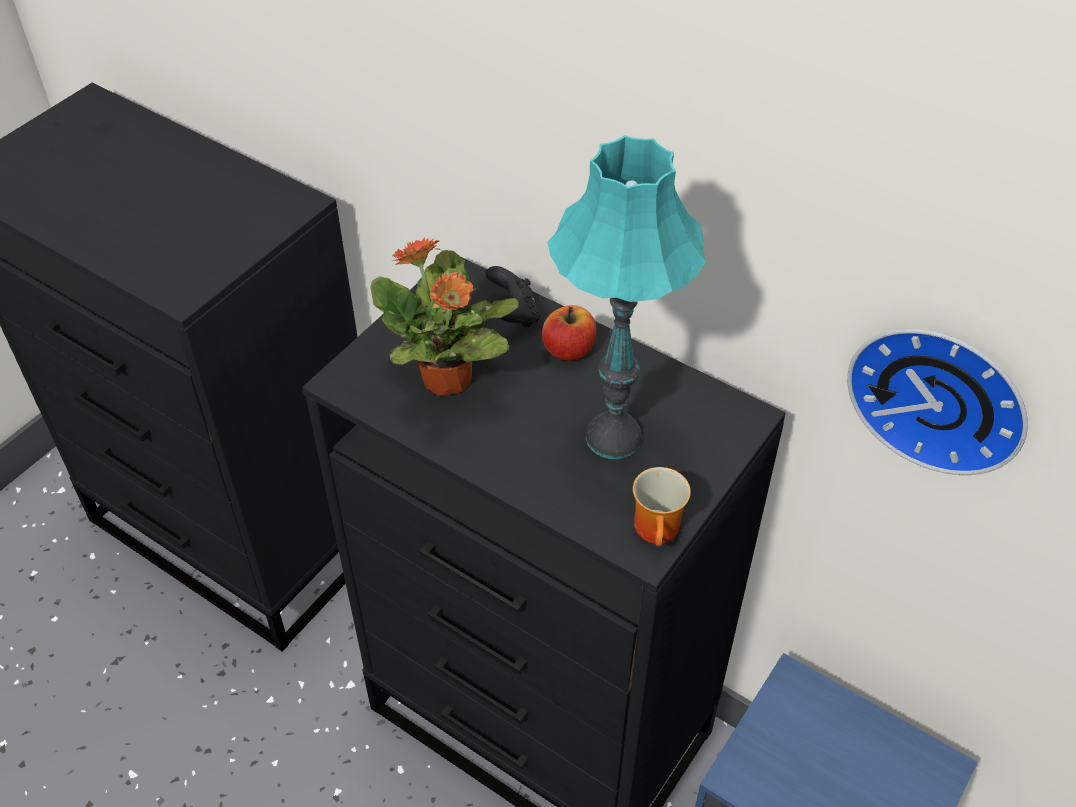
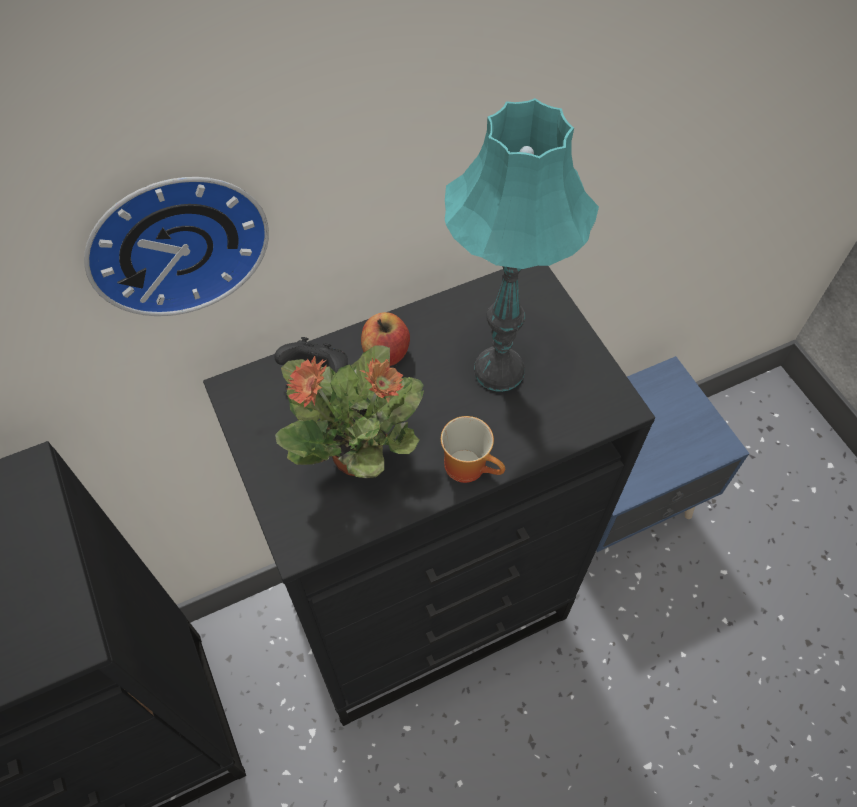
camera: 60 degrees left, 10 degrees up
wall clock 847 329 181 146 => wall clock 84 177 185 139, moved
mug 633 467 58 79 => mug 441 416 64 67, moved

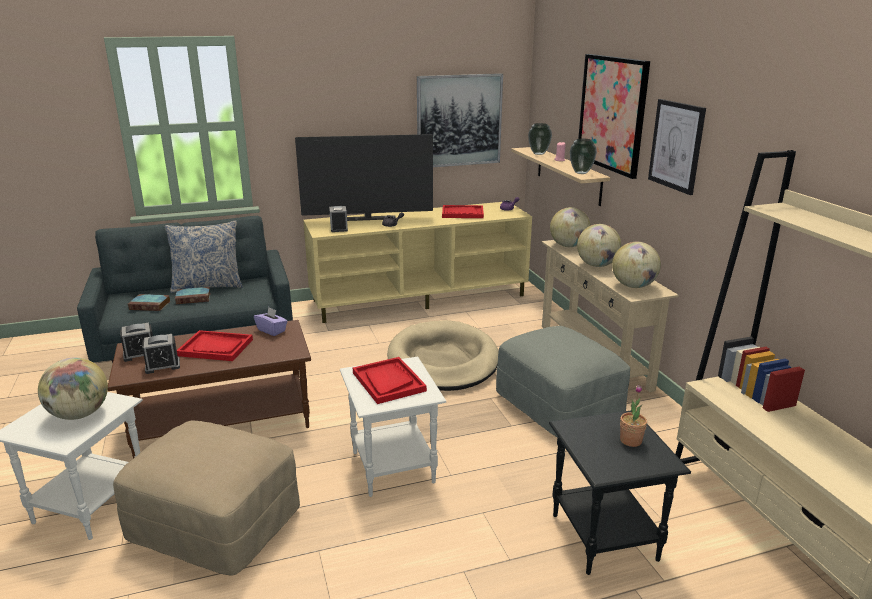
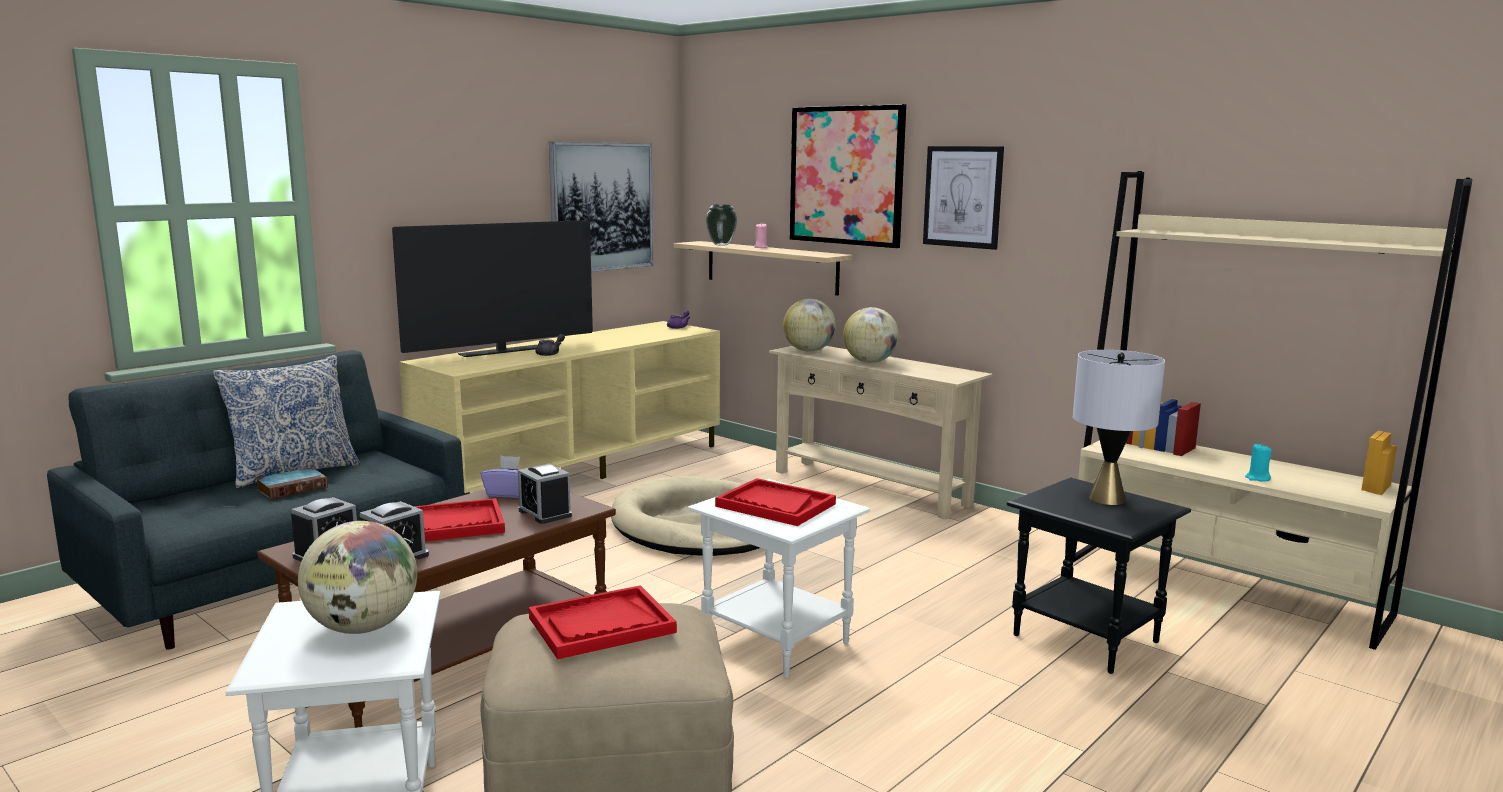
camera: 30 degrees left, 10 degrees down
alarm clock 329 206 19 26 => alarm clock 518 464 54 60, moved
red tray 442 205 42 13 => red tray 529 585 148 74, moved
potted plant 620 385 27 62 => grey table lamp 1073 350 92 155
nothing => turquoise candle 1245 443 27 39
book 128 294 43 17 => nothing
grey ottoman 496 326 134 111 => nothing
vase 570 139 27 35 => nothing
globe 612 242 49 46 => nothing

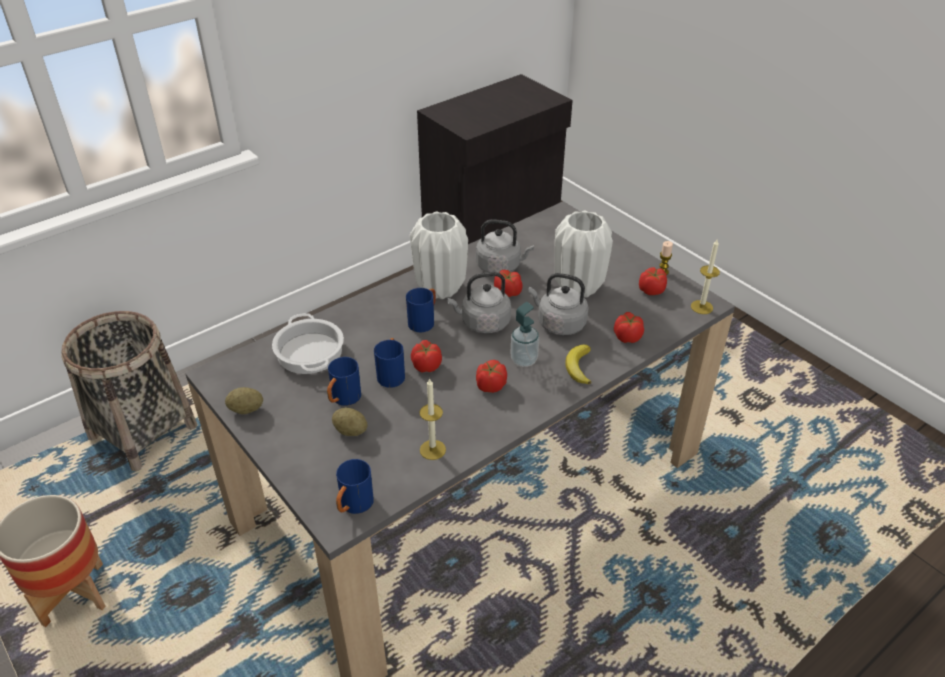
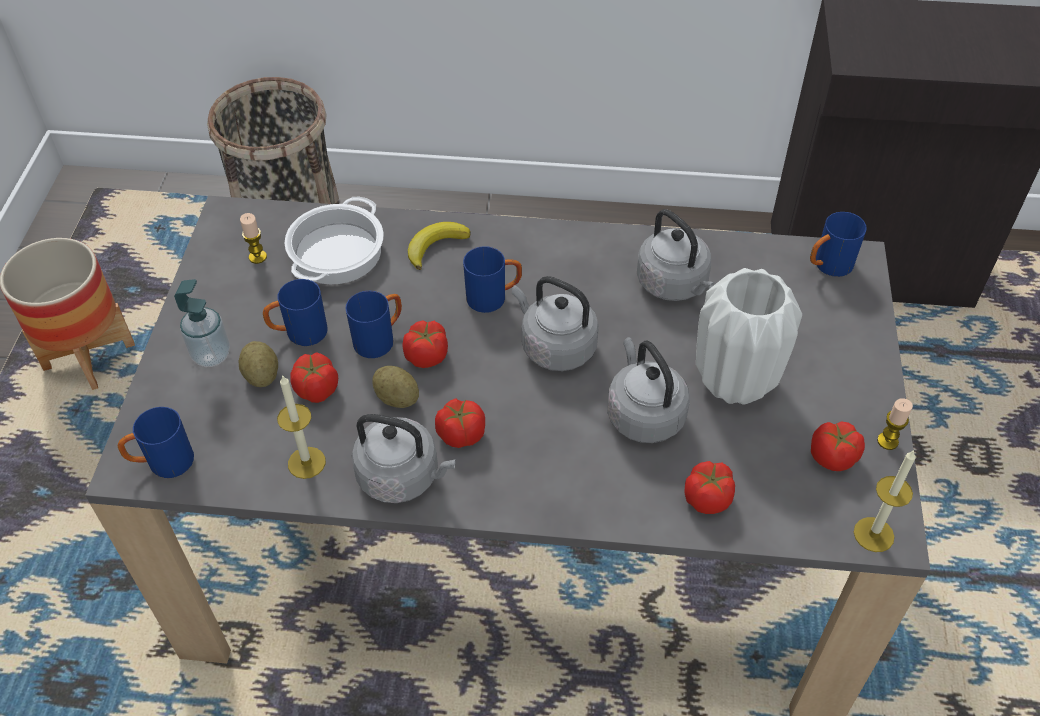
camera: 45 degrees right, 10 degrees up
soap dispenser 511 302 28 65 => soap dispenser 174 279 56 88, moved
nothing => candle 240 213 27 51
tomato 494 270 28 27 => tomato 290 352 48 51, moved
nothing => grey kettle 352 414 103 89
potato 225 387 38 27 => potato 372 366 47 42, moved
banana 565 345 26 39 => banana 408 222 63 48, moved
nothing => blue mug 810 212 57 65
white vase 410 212 58 87 => nothing

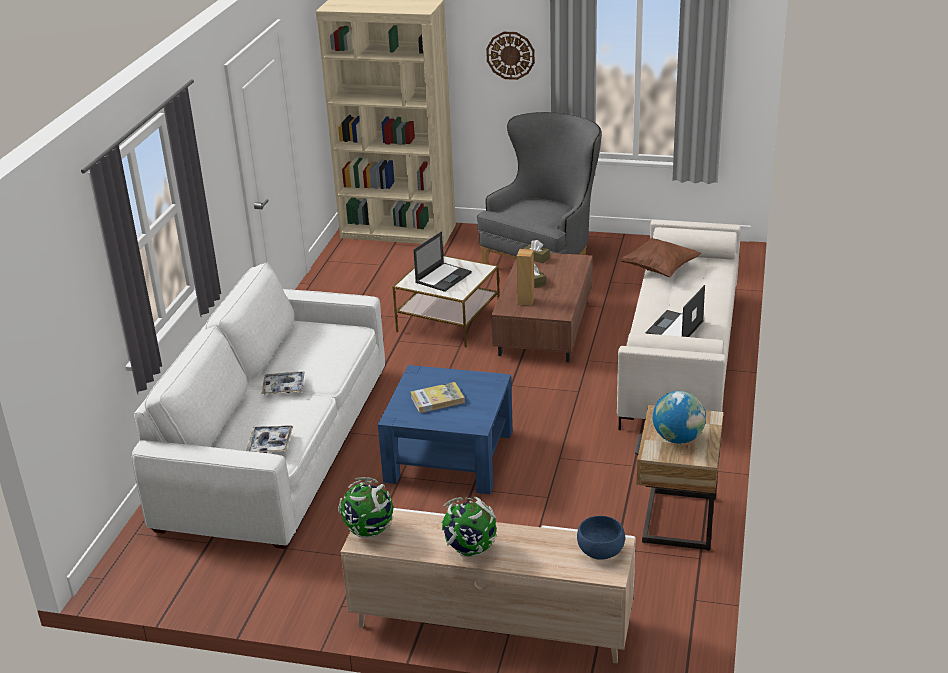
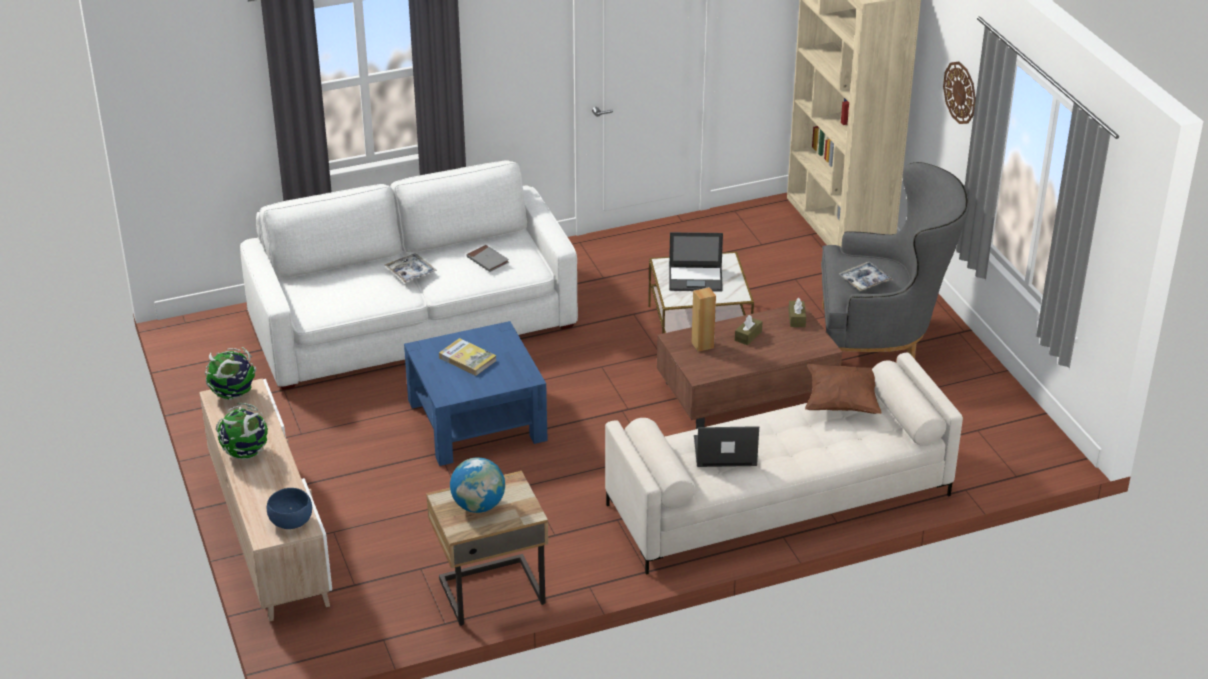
camera: 55 degrees right, 5 degrees up
nothing => grey book 466 245 43 27
tray 246 425 47 28 => tray 839 262 54 29, moved

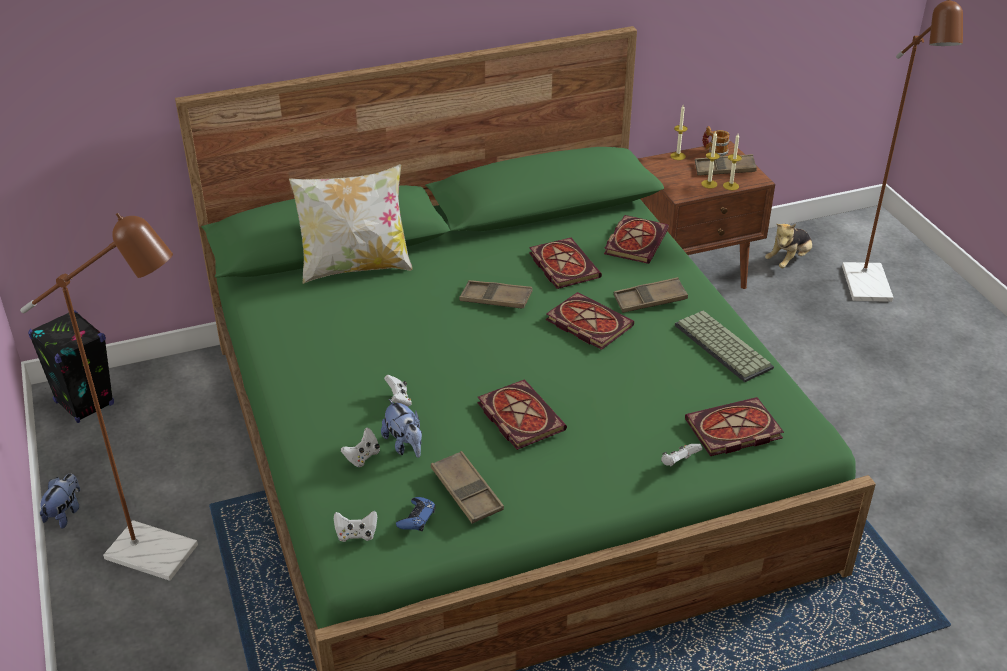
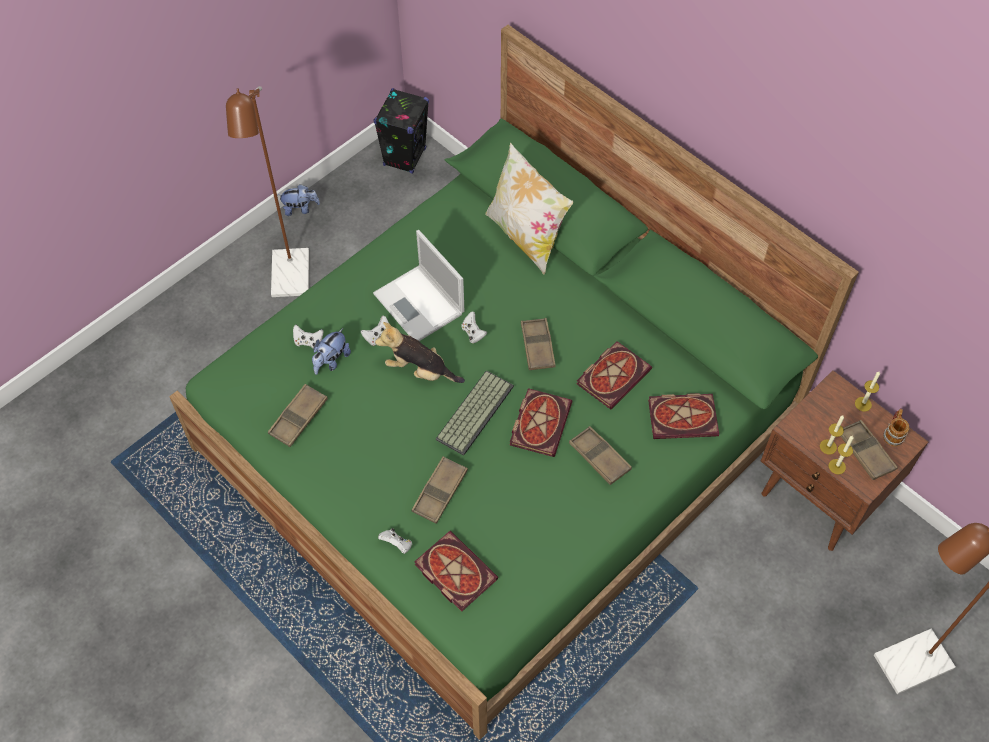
camera: 65 degrees right, 20 degrees up
nothing => laptop 373 230 91 111
plush toy 765 224 47 44 => plush toy 375 322 90 61, moved
nothing => brown tray 411 456 57 68
keyboard 675 310 99 72 => keyboard 436 370 78 86, moved
white game controller 334 511 43 31 => white game controller 461 312 26 31, moved
blue game controller 396 497 40 34 => nothing
book 478 379 89 71 => nothing

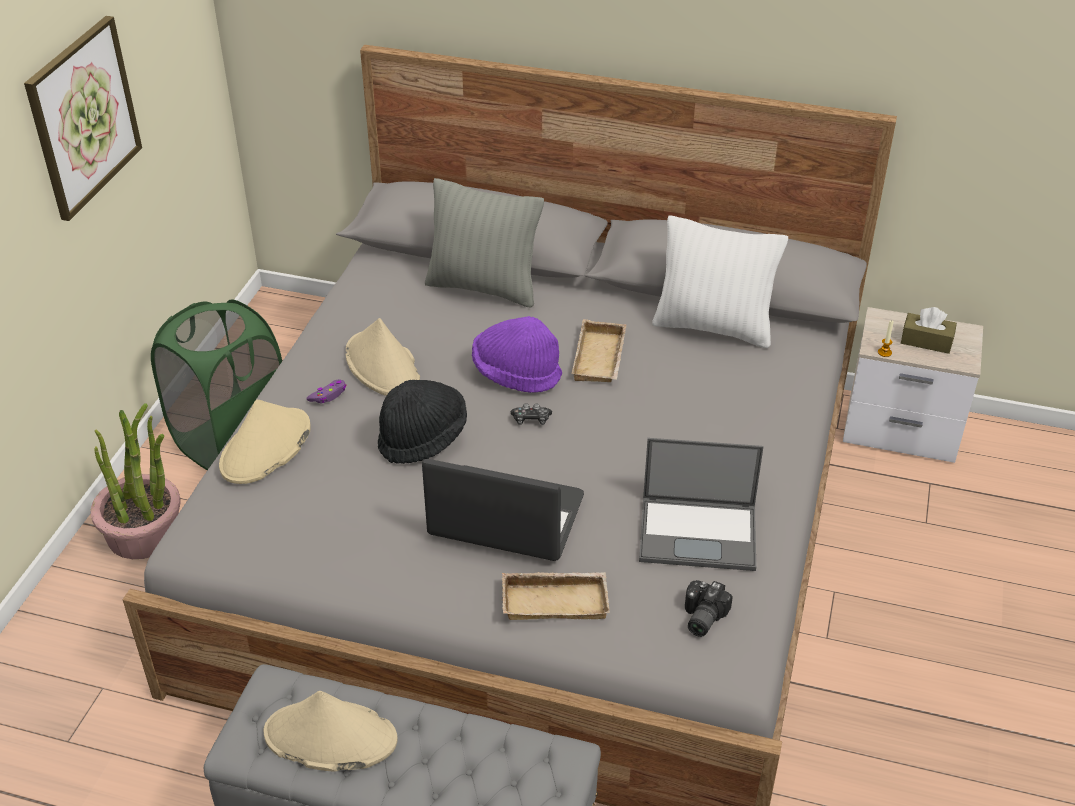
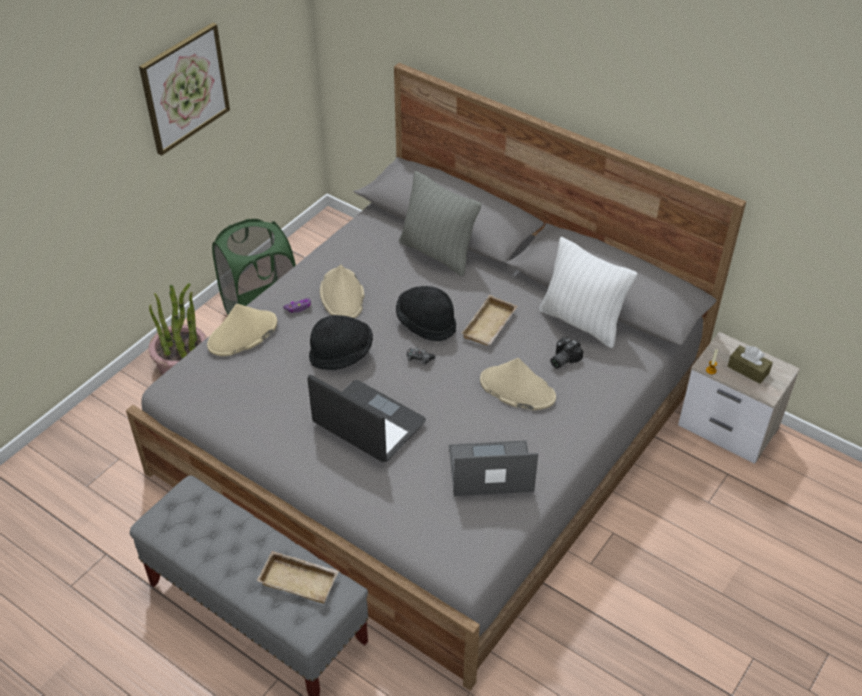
camera: 20 degrees right, 5 degrees up
beige tray 502 572 108 48 => beige tray 257 551 82 53, moved
purple hat 472 316 90 77 => black hat 396 286 60 55
laptop 639 438 124 133 => laptop 449 440 89 56, 150 degrees clockwise
beige hat 263 691 135 81 => beige hat 480 358 76 52, moved
photo camera 685 580 48 57 => photo camera 550 337 33 32, moved

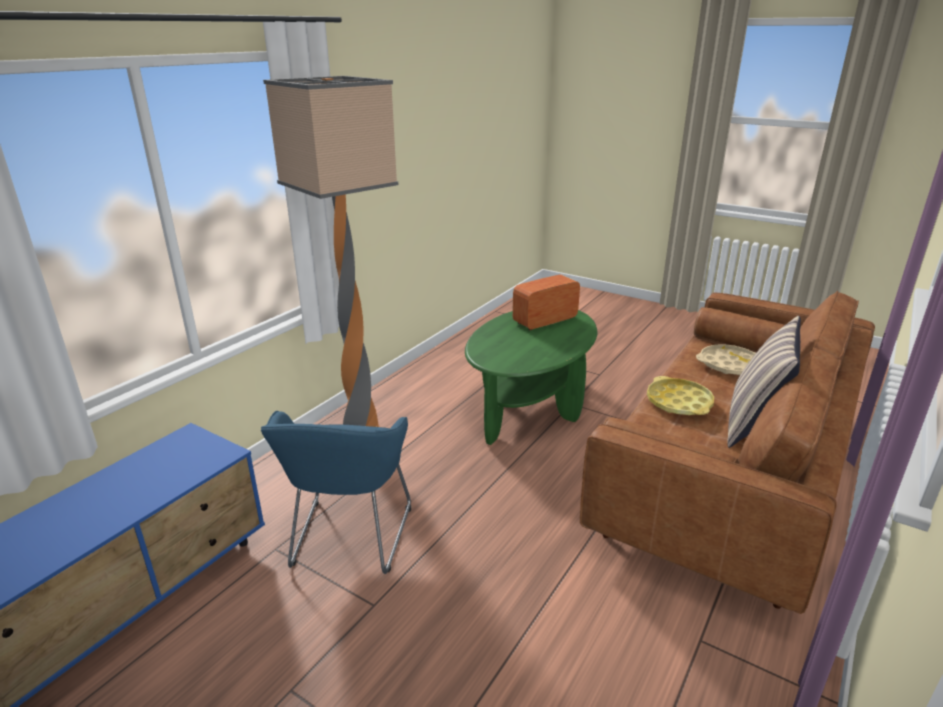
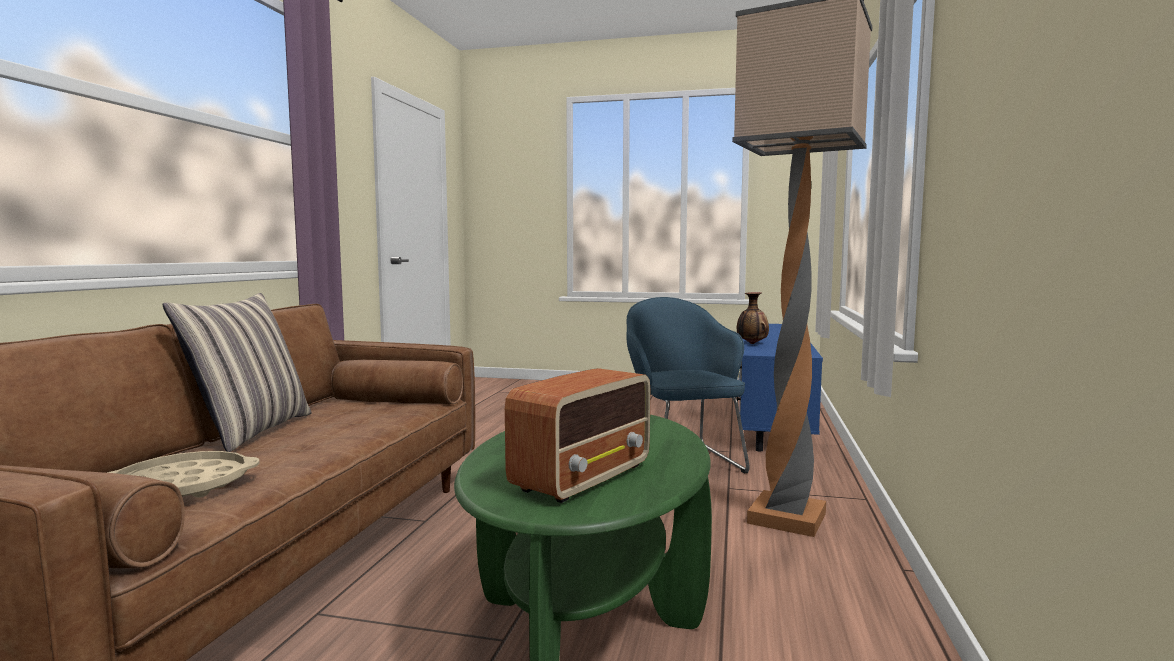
camera: 160 degrees right, 20 degrees down
nothing => vase 737 292 32 52
yellow tray 647 376 67 39 => nothing

